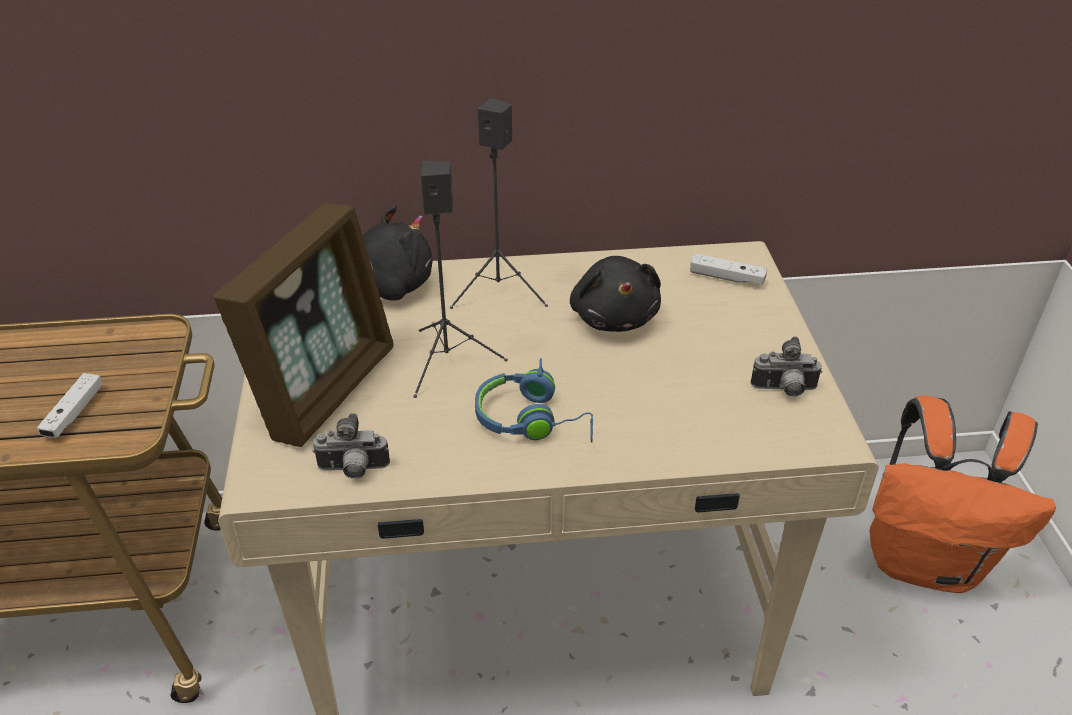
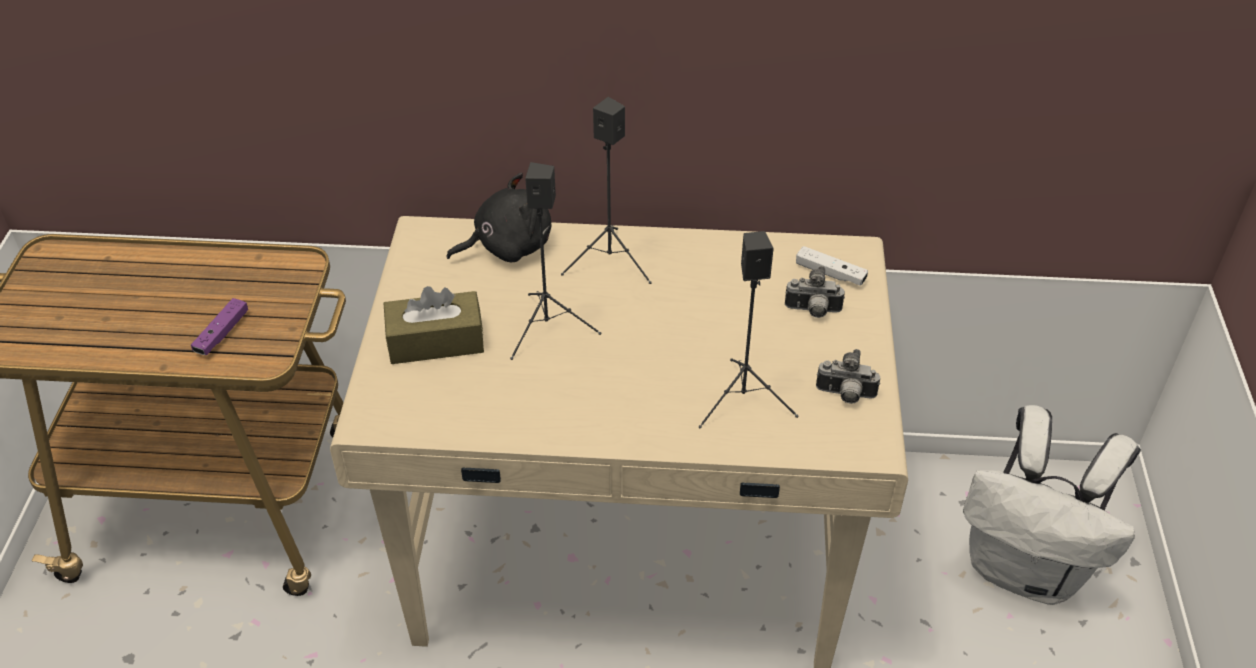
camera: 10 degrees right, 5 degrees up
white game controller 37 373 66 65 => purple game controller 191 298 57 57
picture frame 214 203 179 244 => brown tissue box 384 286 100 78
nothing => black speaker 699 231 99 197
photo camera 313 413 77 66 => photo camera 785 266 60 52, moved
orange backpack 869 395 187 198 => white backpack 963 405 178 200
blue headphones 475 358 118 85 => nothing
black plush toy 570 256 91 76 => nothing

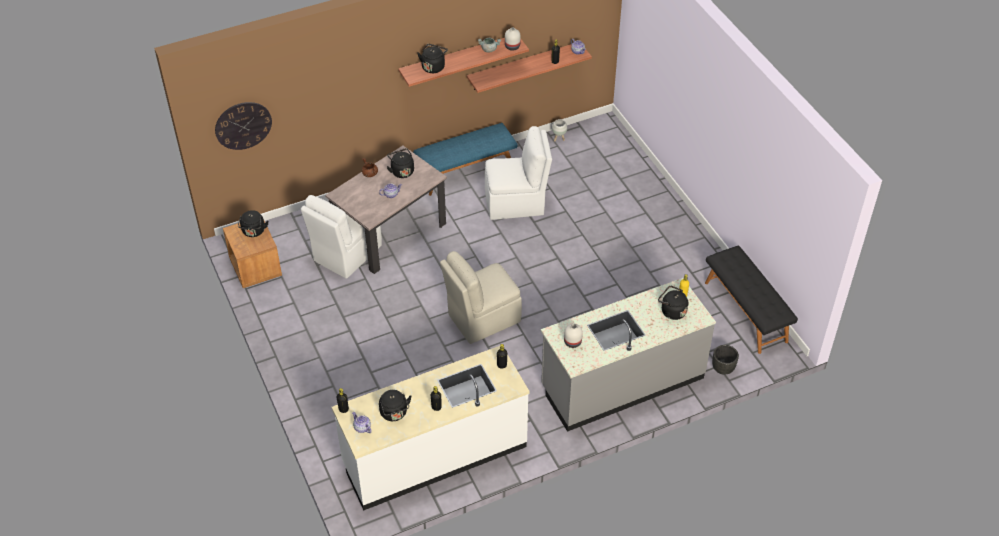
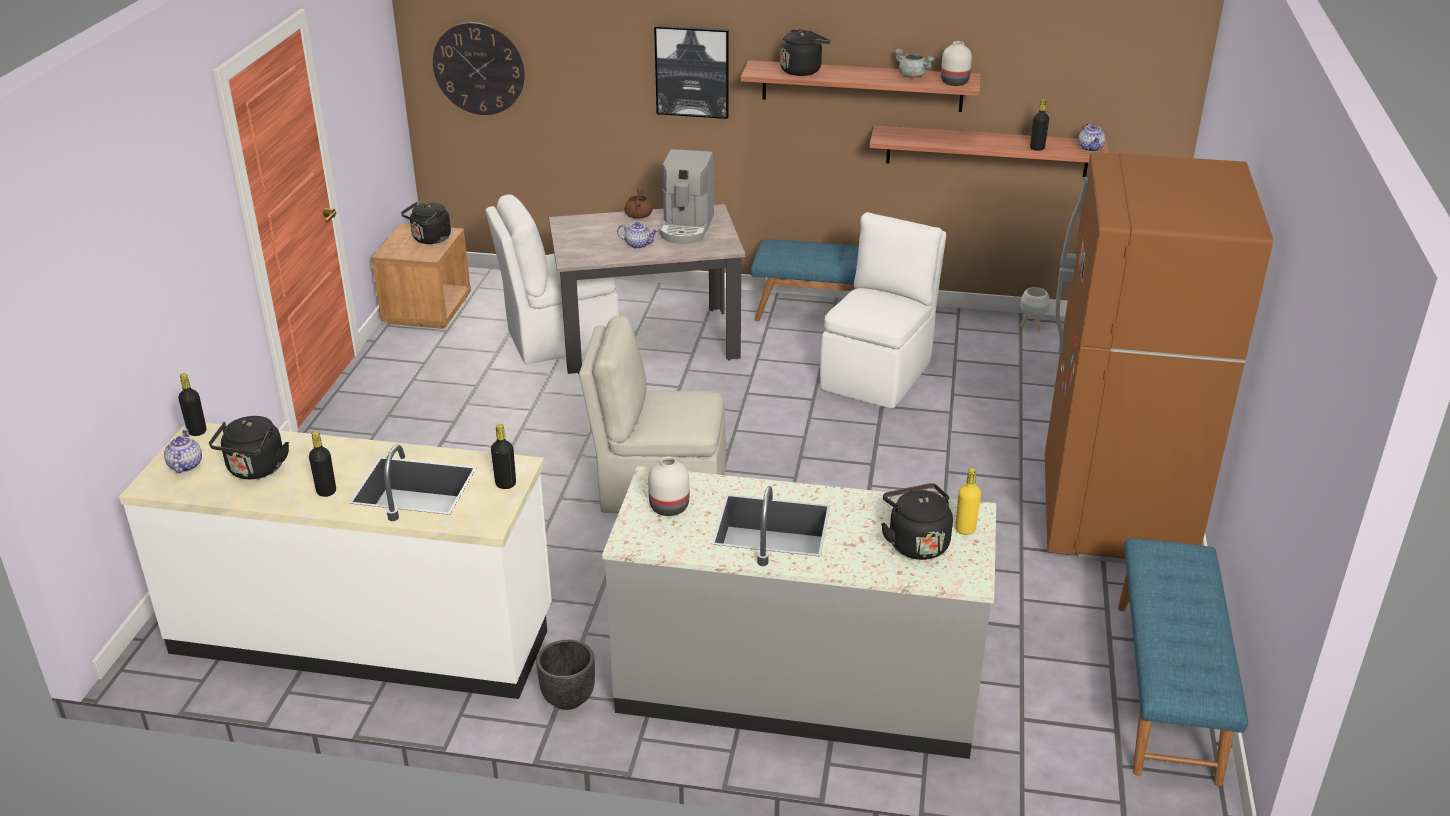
camera: 35 degrees right, 15 degrees down
black planter 712 345 27 30 => black planter 536 639 59 71, moved
nothing => picture 654 25 75 94
black kettle 387 148 27 30 => coffee machine 659 149 55 95
white chair 485 126 67 94 => white chair 820 212 126 197, 90 degrees counterclockwise
nothing => brown fridge 1045 152 228 412
black bench 705 246 93 108 => blue bench 1118 538 130 248

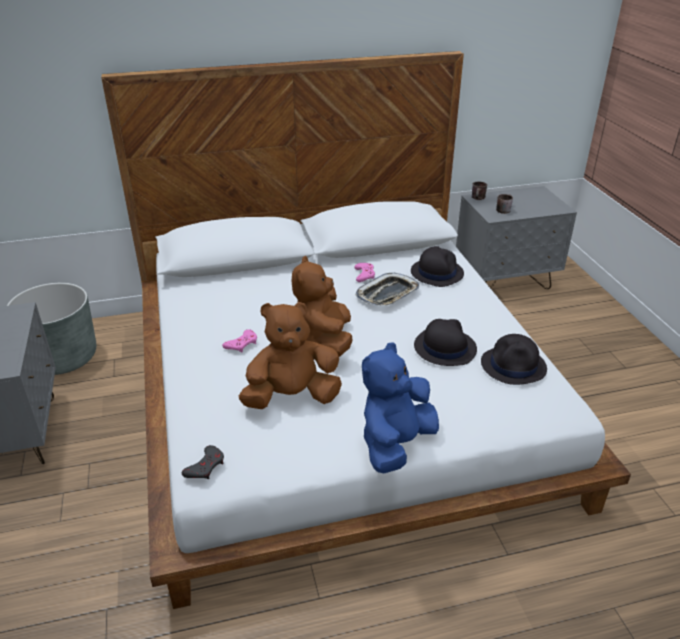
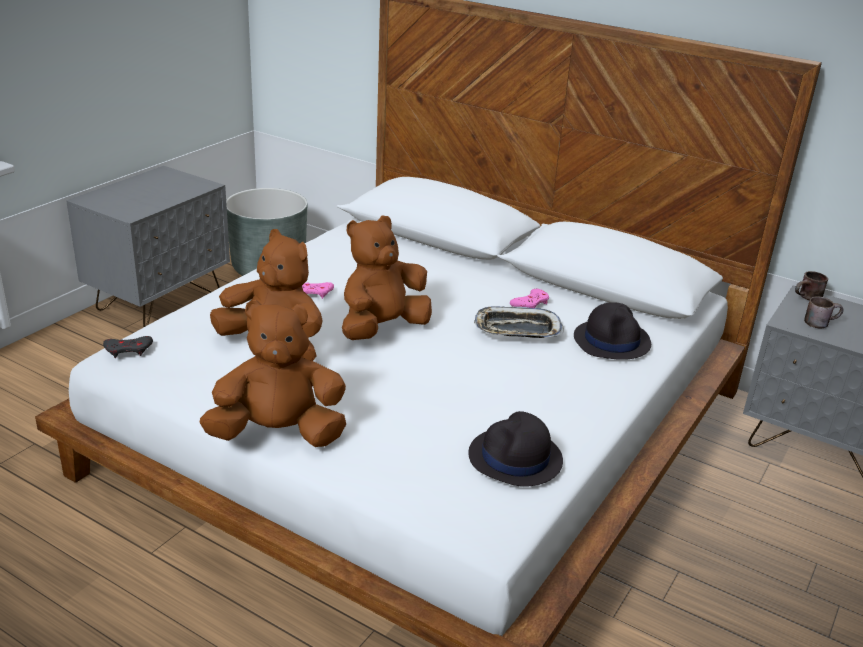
camera: 45 degrees right, 5 degrees down
blue plush toy 362 342 77 131 => brown plush toy 199 300 147 147
black hat 414 319 63 47 => nothing

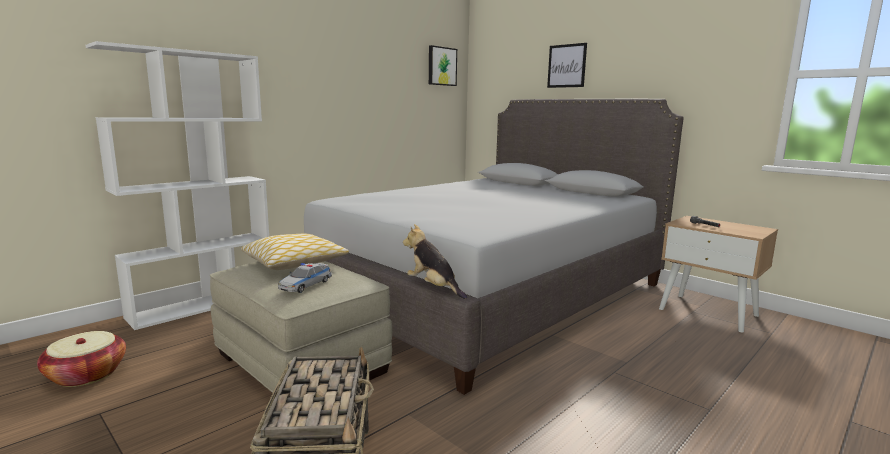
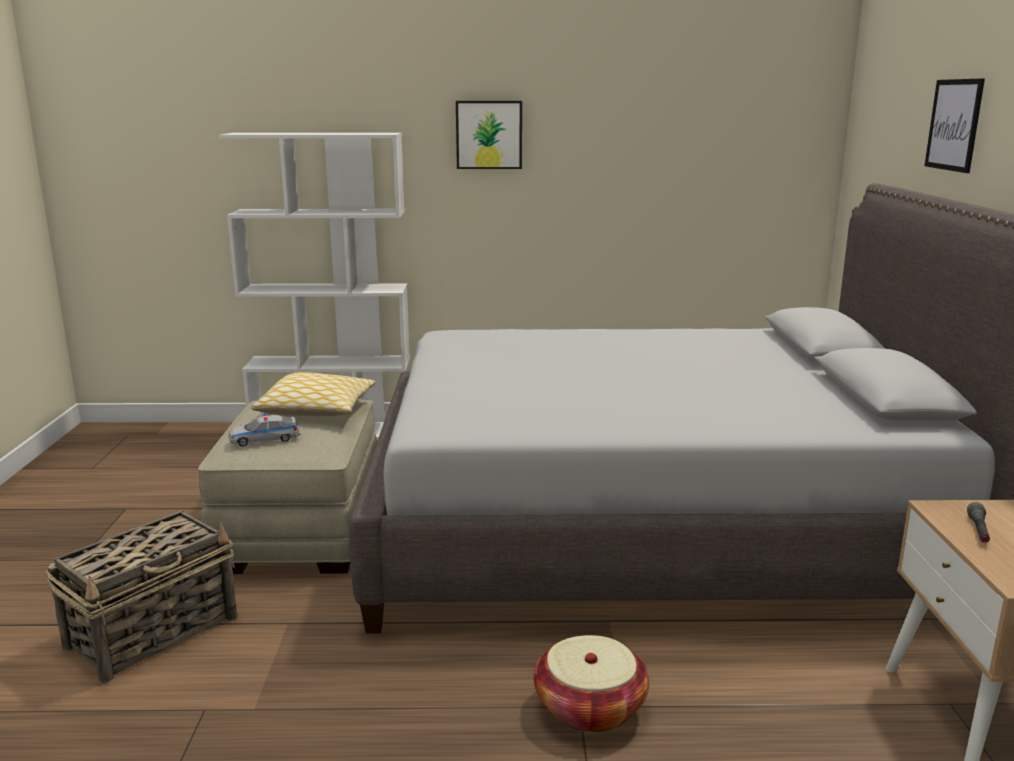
camera: 45 degrees right, 5 degrees up
picture 429 45 28 41 => picture 456 101 66 68, moved
basket 37 331 89 56 => basket 534 635 115 98, moved
plush toy 403 224 64 75 => nothing

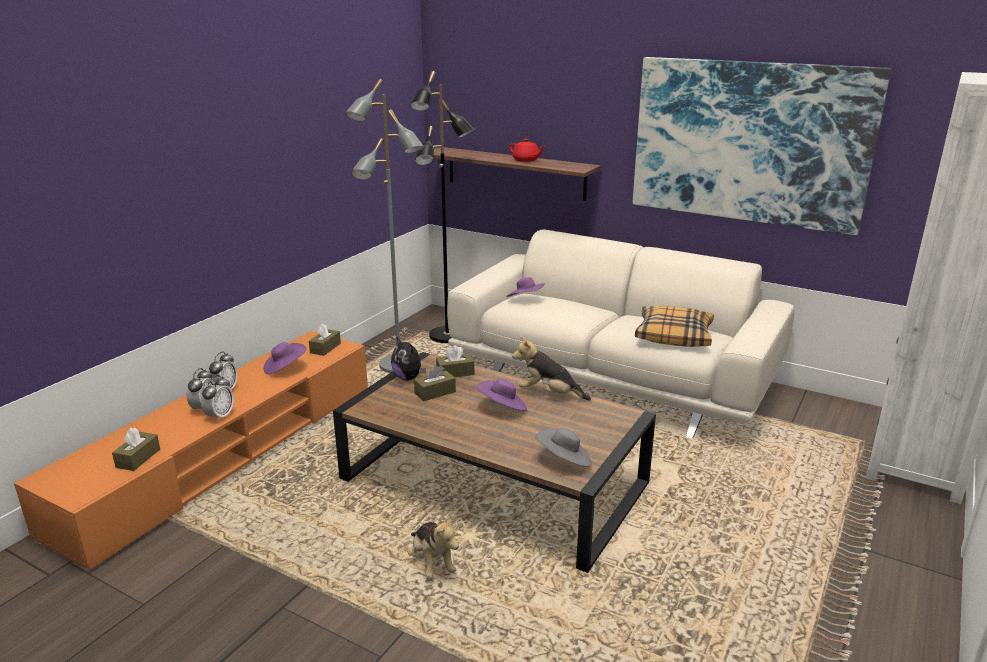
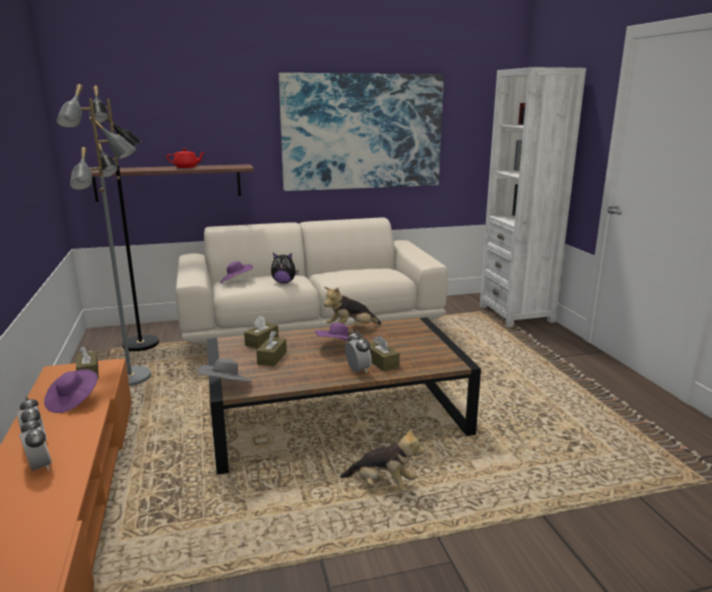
camera: 45 degrees left, 5 degrees down
grey hat 535 428 57 39 => grey hat 197 358 55 24, moved
plush toy 391 337 35 44 => plush toy 271 253 28 30, moved
alarm clock 201 375 33 47 => alarm clock 345 329 26 44, moved
brown tissue box 112 428 48 43 => brown tissue box 369 335 31 37, moved
pillow 635 306 79 41 => nothing

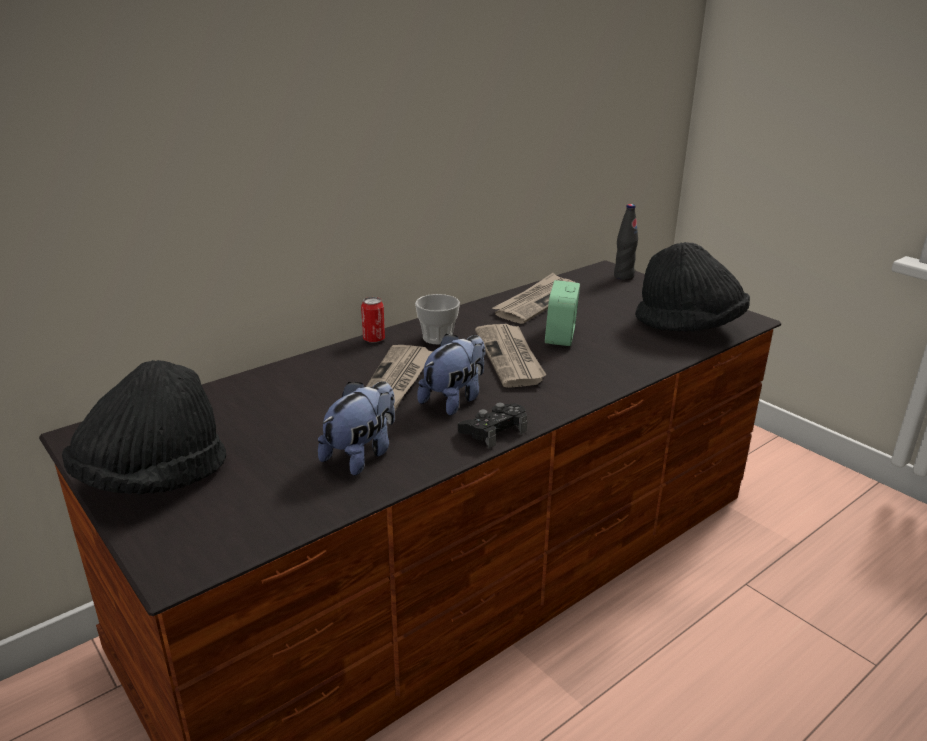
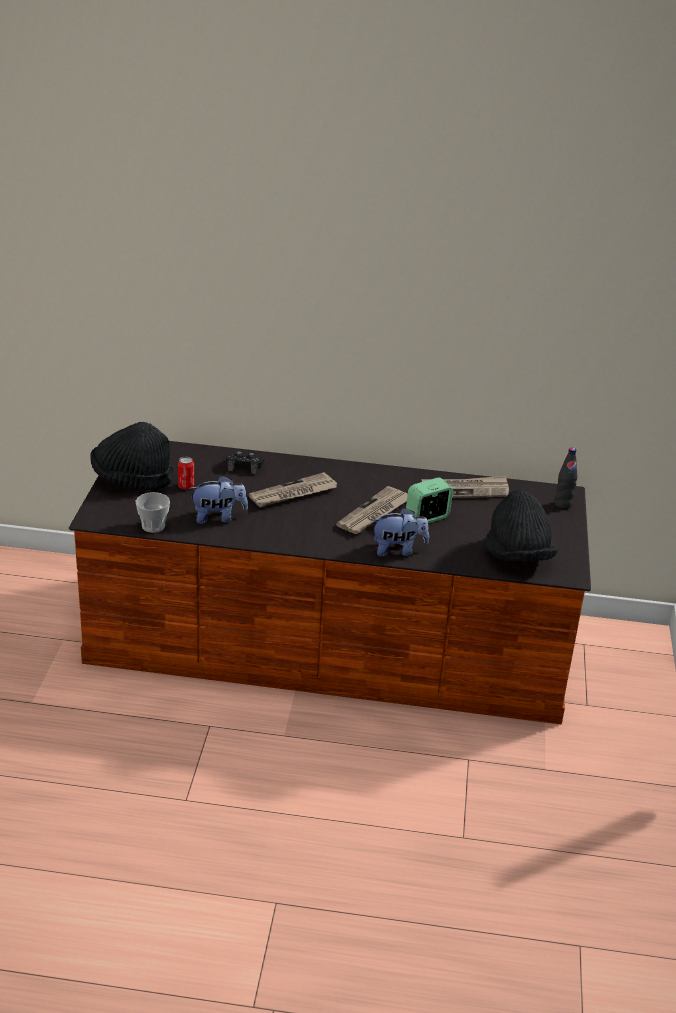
camera: 45 degrees right, 5 degrees up
cup 415 294 45 51 => cup 135 492 35 41, moved
can 361 297 24 46 => can 178 457 16 32, moved
black game controller 458 403 69 45 => black game controller 226 451 39 23, moved
plush toy 417 334 68 82 => plush toy 371 508 58 49, moved

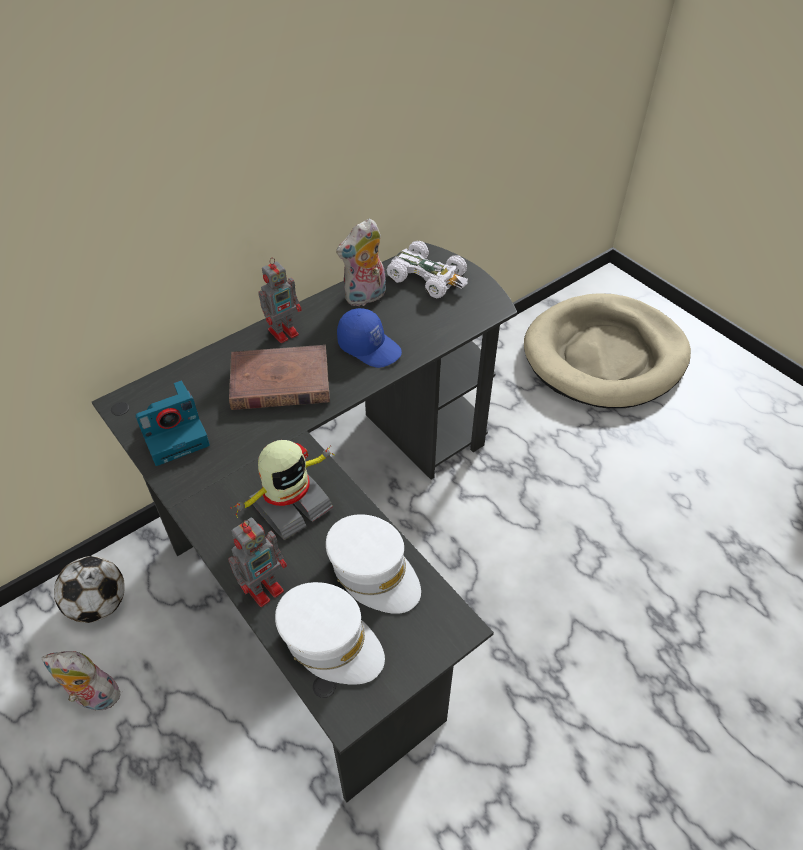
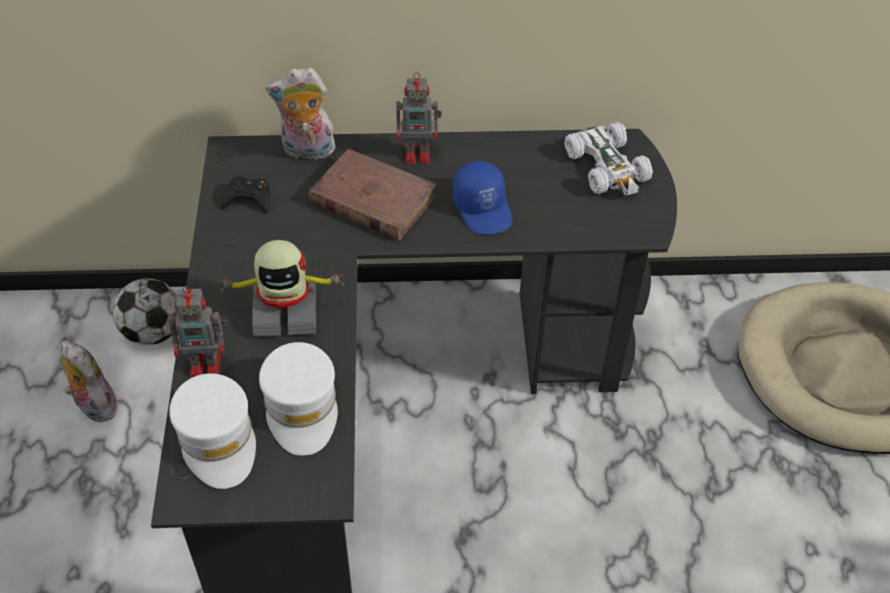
camera: 35 degrees right, 0 degrees up
photo camera 135 381 75 85 => black game controller 220 177 50 37
plush toy 336 219 50 87 => plush toy 266 68 69 92, moved

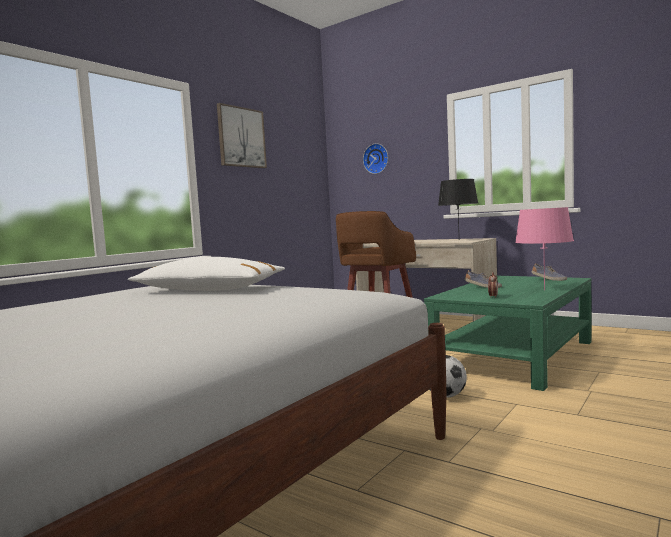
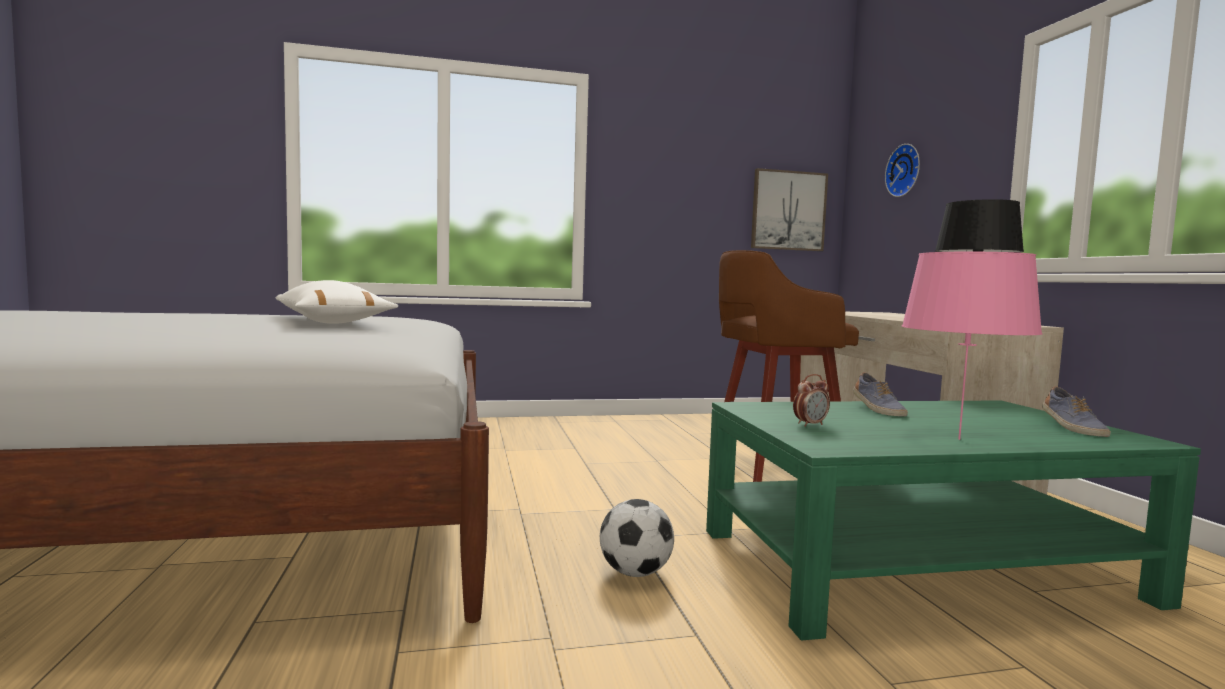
camera: 40 degrees right, 0 degrees up
picture 217 103 50 65 => picture 751 168 77 83, moved

